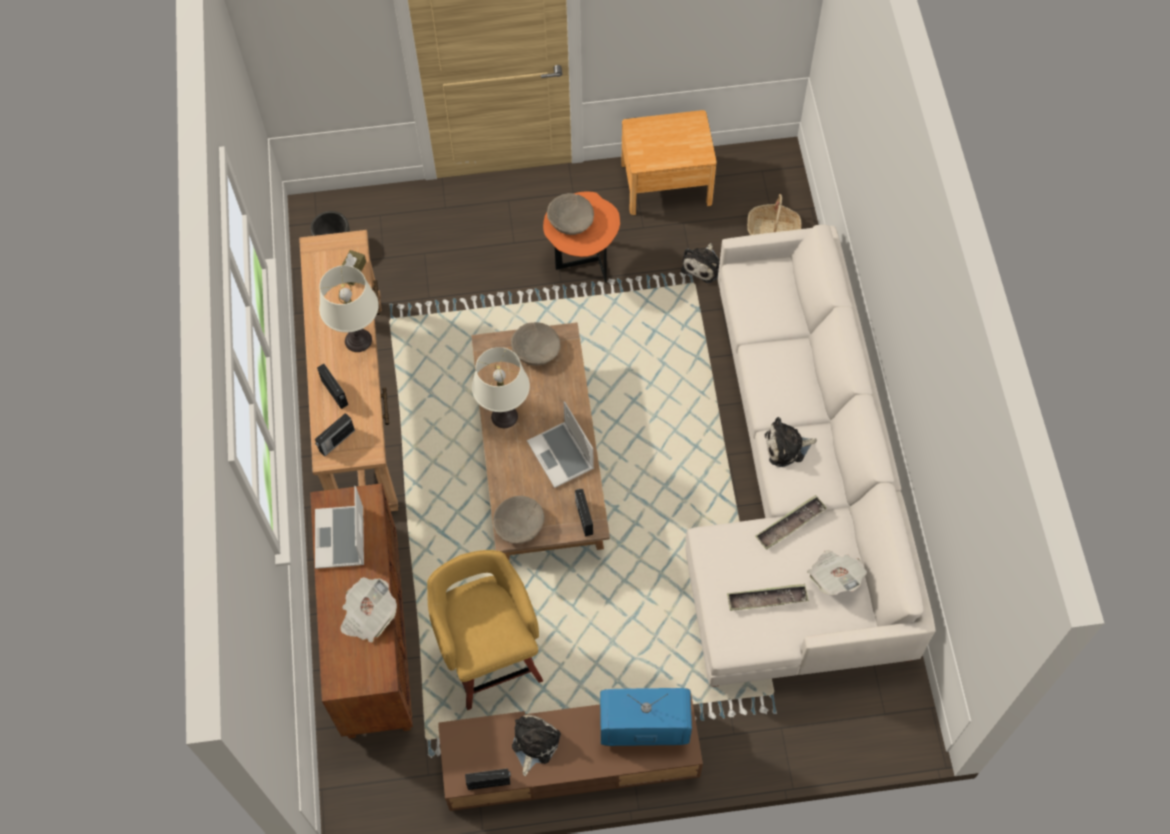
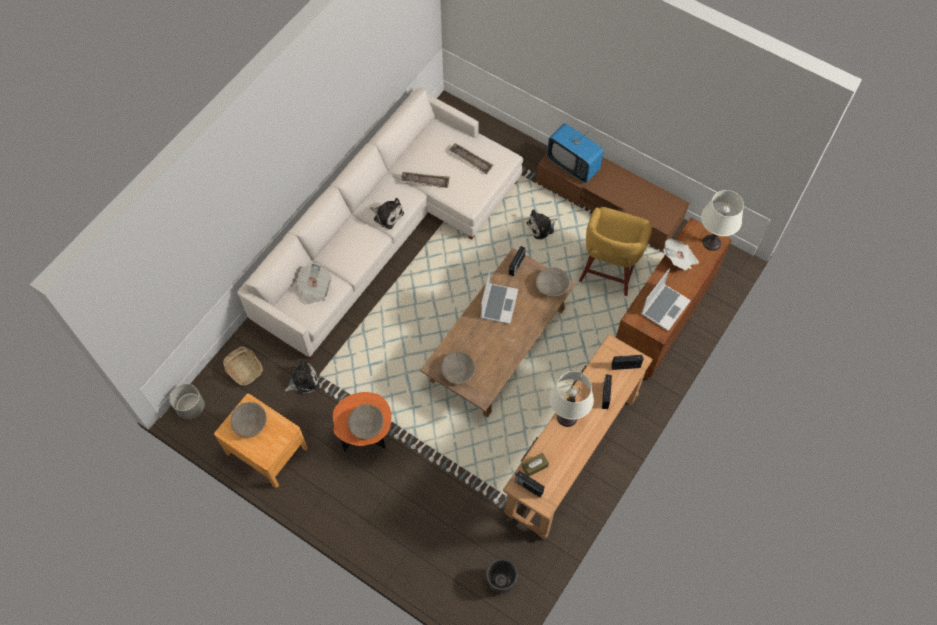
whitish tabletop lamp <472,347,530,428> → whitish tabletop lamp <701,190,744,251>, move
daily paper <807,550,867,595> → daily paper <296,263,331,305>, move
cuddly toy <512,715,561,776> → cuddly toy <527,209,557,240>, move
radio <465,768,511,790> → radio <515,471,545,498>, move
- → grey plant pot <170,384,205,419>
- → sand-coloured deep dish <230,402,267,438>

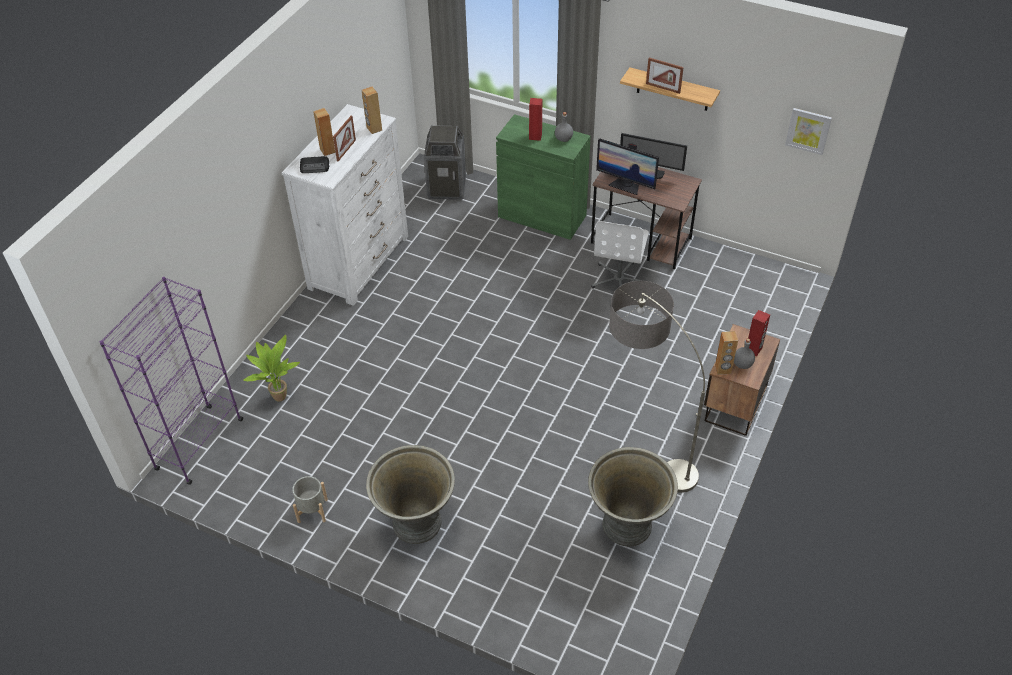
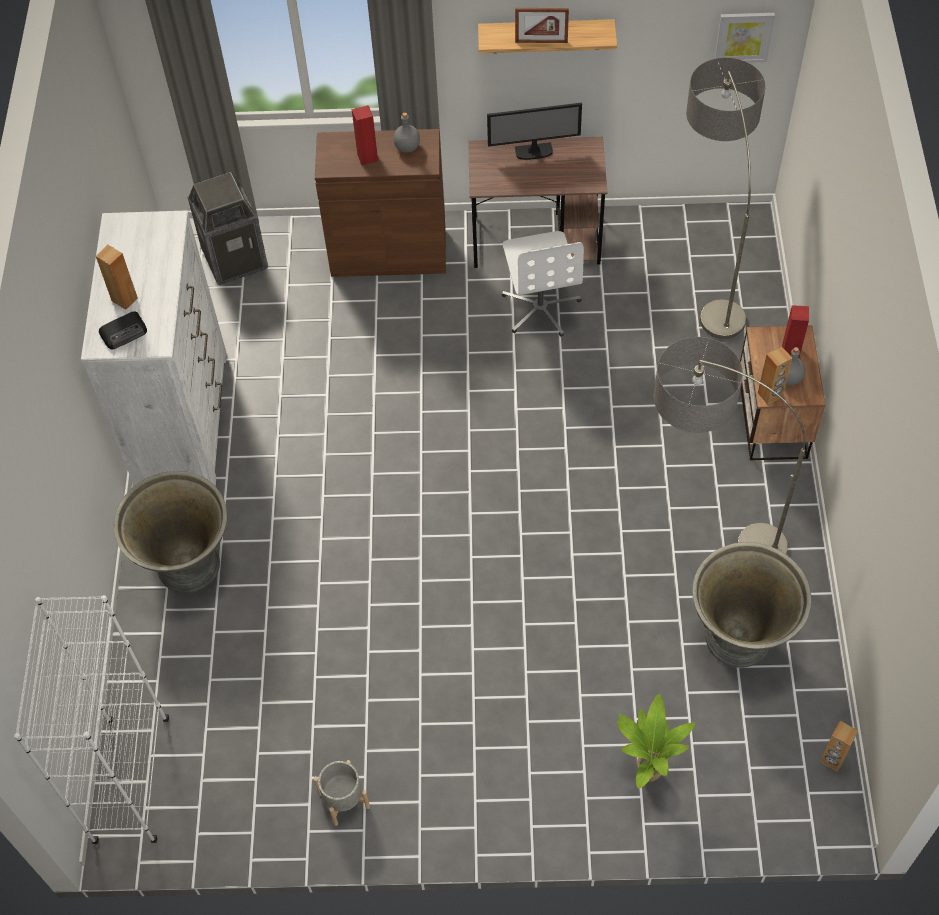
brown-coloured loudspeaker <362,87,382,134> → brown-coloured loudspeaker <820,721,858,772>, move
greenish storage cabinet <496,114,591,240> → brown-coloured storage cabinet <315,129,446,277>
standing frame <333,116,356,161> → -
monitor <596,139,659,195> → -
purple bookshelf <100,277,243,485> → whitish bookshelf <14,595,169,844>
plant in a pot <243,335,300,401> → plant in a pot <617,694,695,788>, move
grey plant pot <366,445,455,544> → grey plant pot <114,471,227,593>, move
- → standing lamp <686,58,766,339>

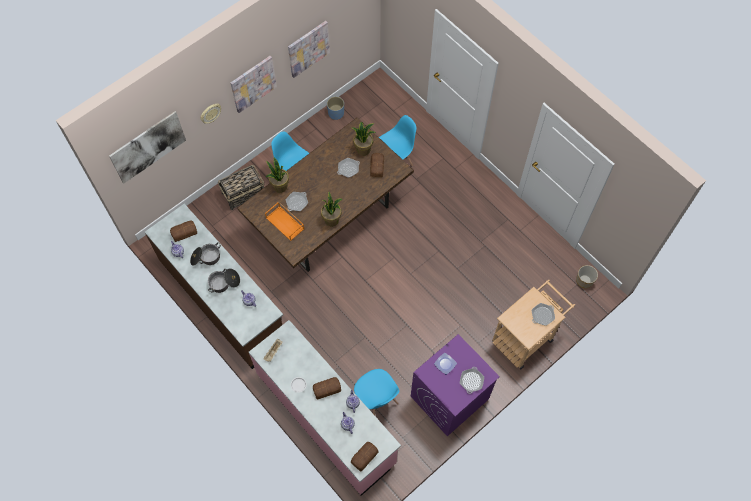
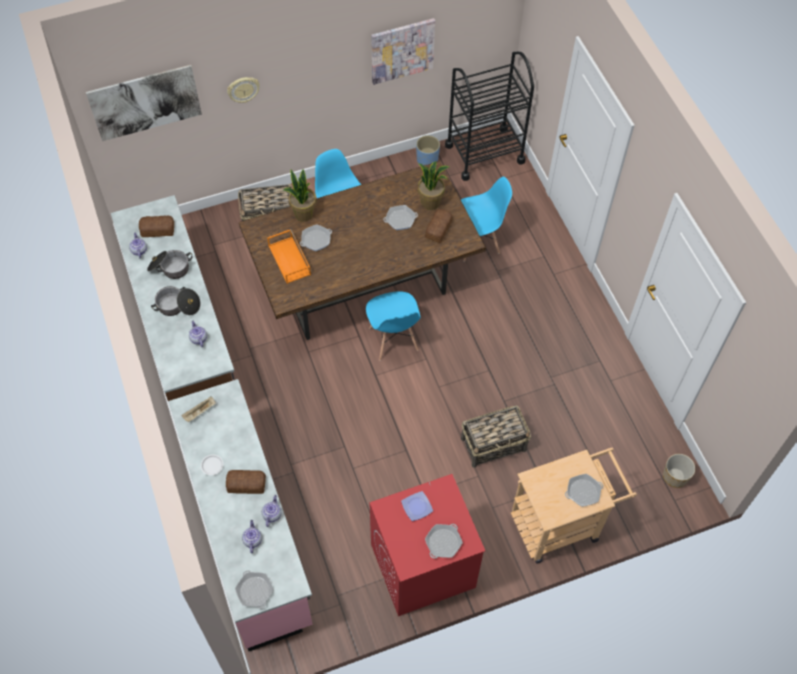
wall art <231,56,277,113> → -
plant in a pot <321,192,343,227> → -
purple washing machine <411,334,500,436> → red-coloured washing machine <369,474,485,616>
bluish plain chair <354,369,399,415> → bluish plain chair <366,291,421,361>, move
baked bread <351,442,379,471> → pan <235,570,273,609>
- → black trolley <445,52,534,181>
- → basket <461,406,531,468>

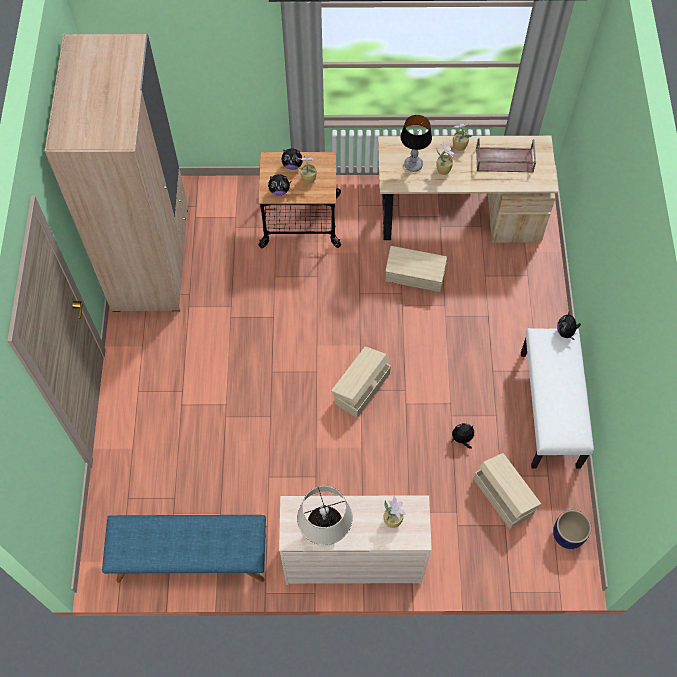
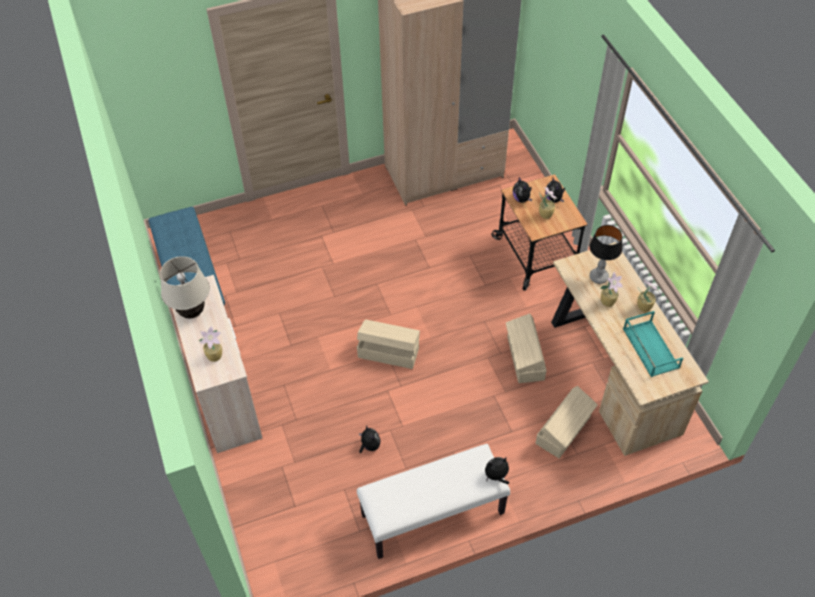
brown-coloured carrying tray <476,138,536,172> → turquoise carrying tray <623,311,683,377>
sand-coloured storage box <473,453,541,529> → sand-coloured storage box <536,386,598,458>, move
plant pot <553,510,591,549> → -

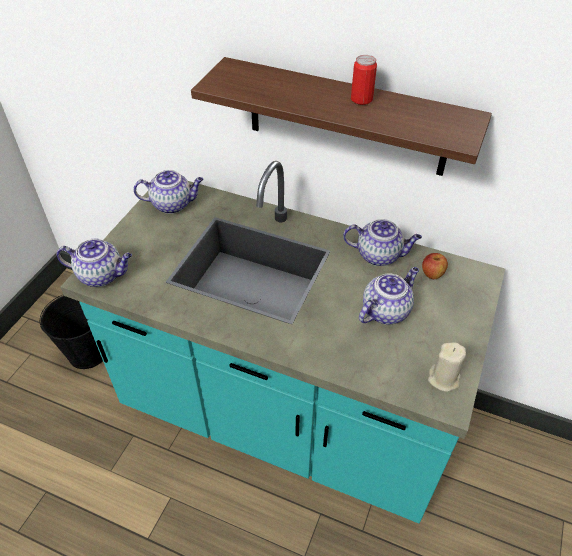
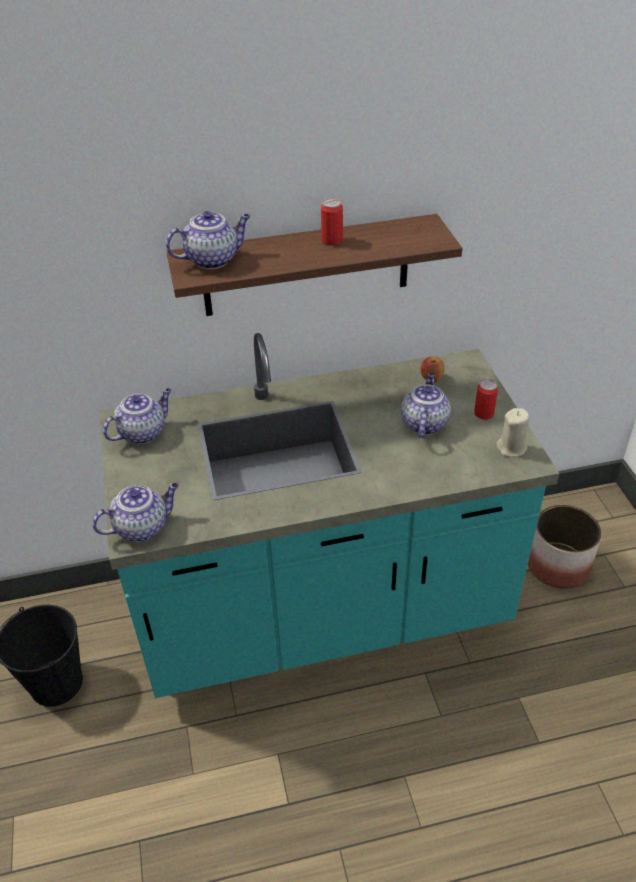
pot for tea <343,219,422,266> → pot for tea <166,211,250,269>, move
- → metal can <474,379,498,420>
- → plant pot <528,505,602,589>

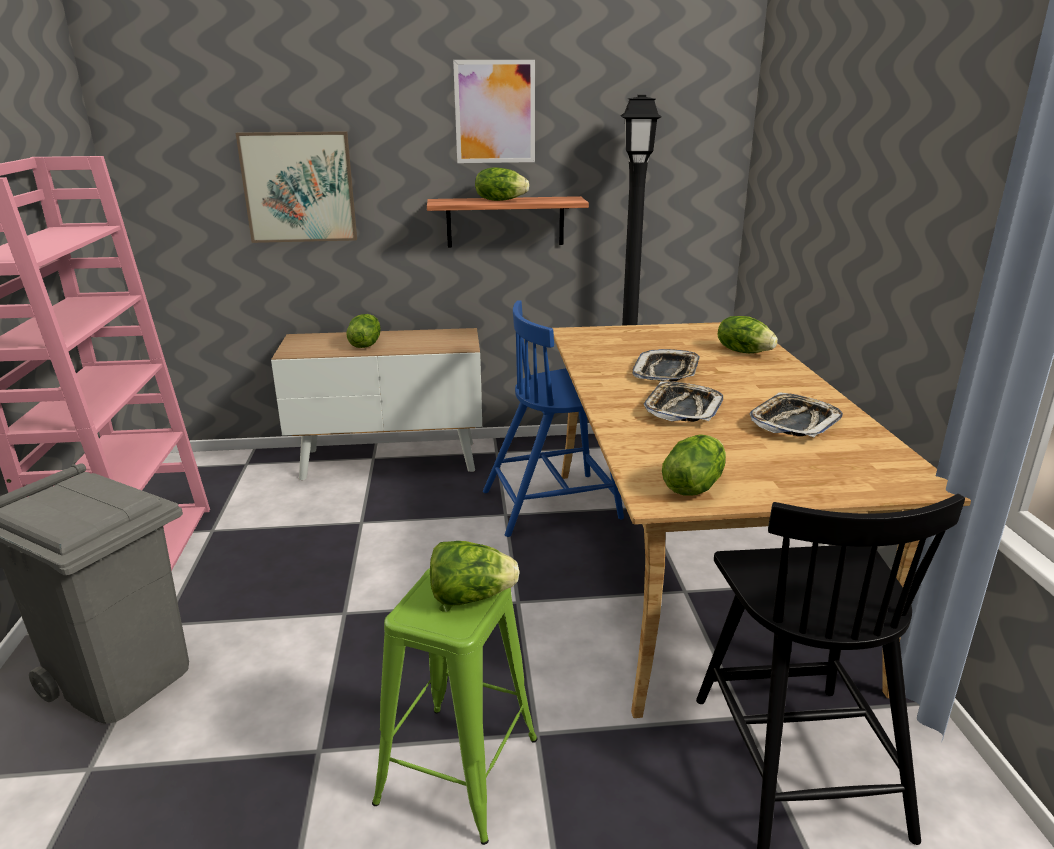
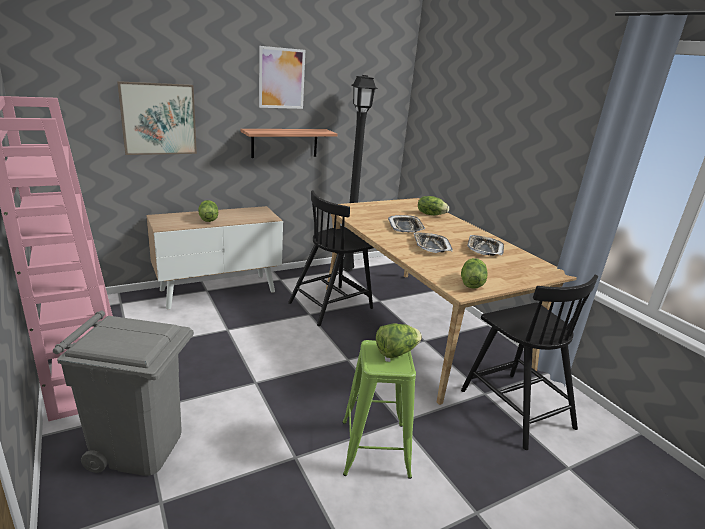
lettuce <475,167,529,201> → -
bluish plain chair <483,300,624,537> → black plain chair <288,190,374,326>

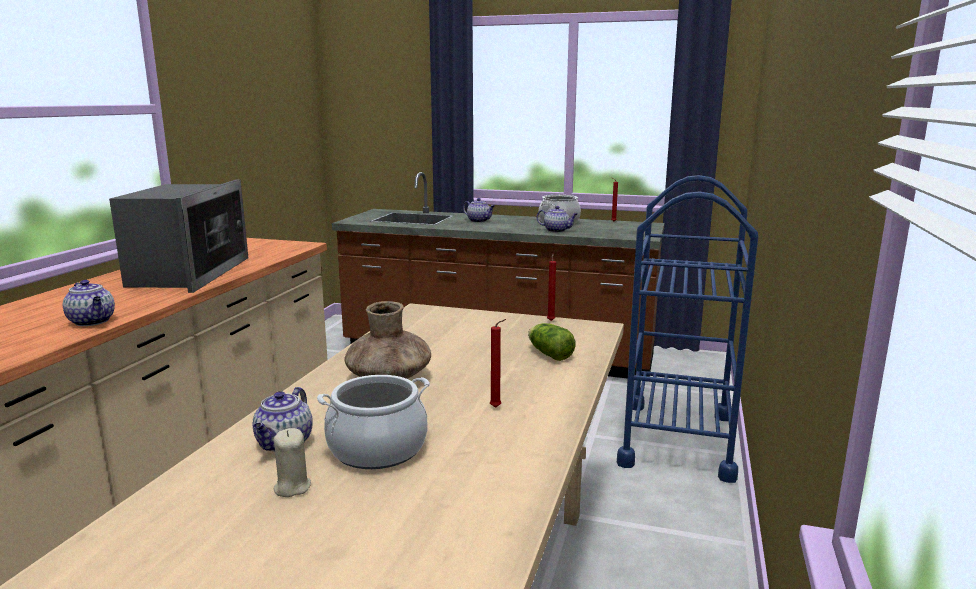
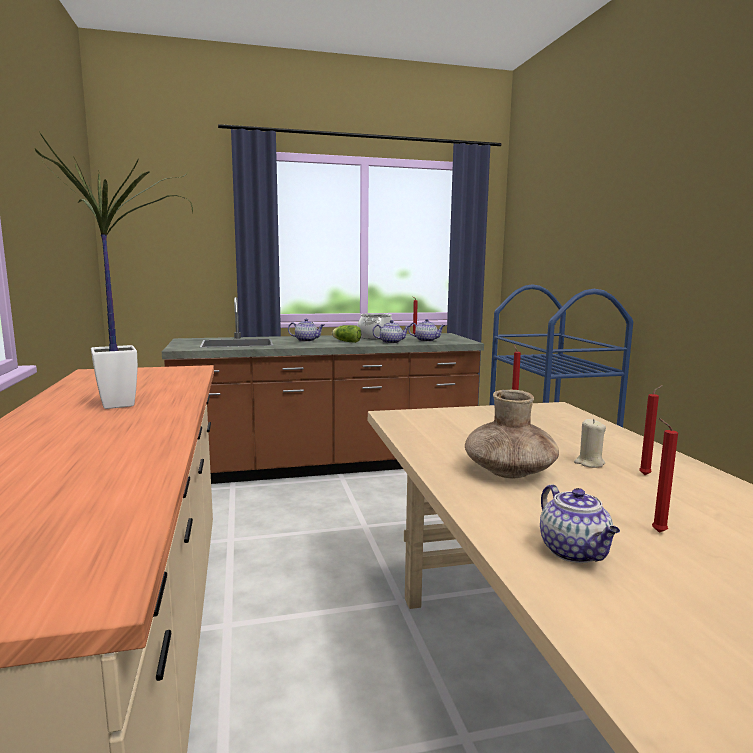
microwave <109,179,248,293> → plant in a pot <35,133,193,409>
pot for tea <63,280,115,326> → pot for tea <408,319,445,342>, move
lettuce <528,323,576,361> → lettuce <332,325,361,343>, move
cooking pot <317,375,430,469> → red-coloured candle <652,418,678,533>
sand-coloured candle <274,428,311,497> → sand-coloured candle <574,419,606,468>, move

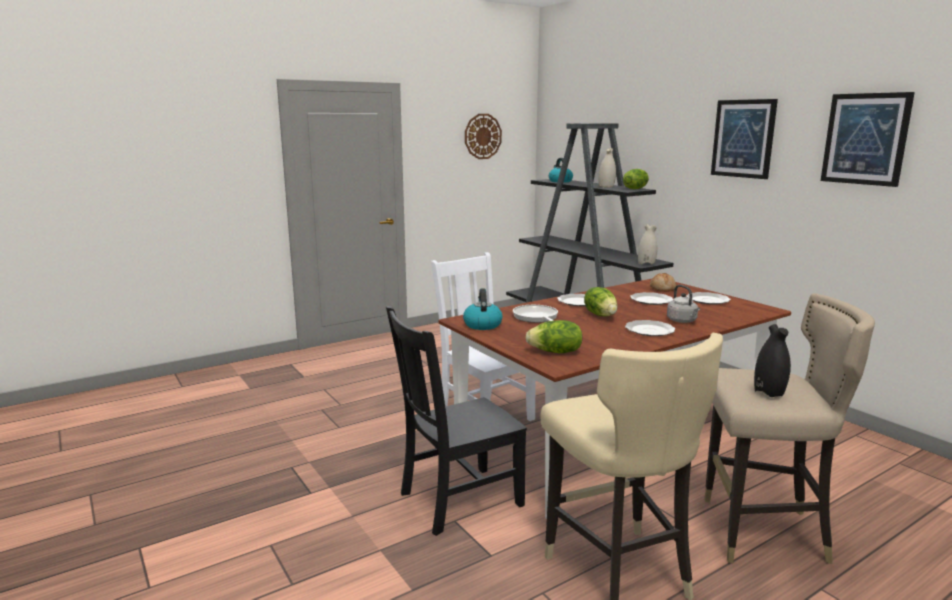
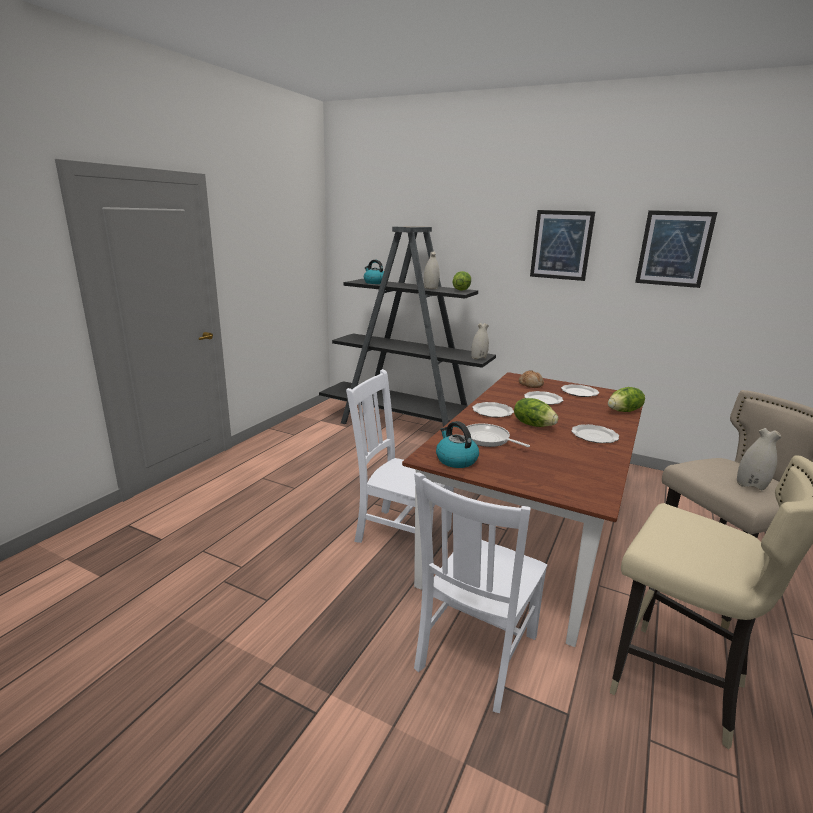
clock on the wall <465,114,502,159> → -
grey tea kettle <667,285,700,323> → -
black plain chair <386,306,527,536> → whitish plain chair <414,472,547,713>
lettuce <525,320,582,353> → lettuce <608,387,645,412>, move
black decorative vase <754,324,791,397> → whitish decorative vase <737,428,782,491>

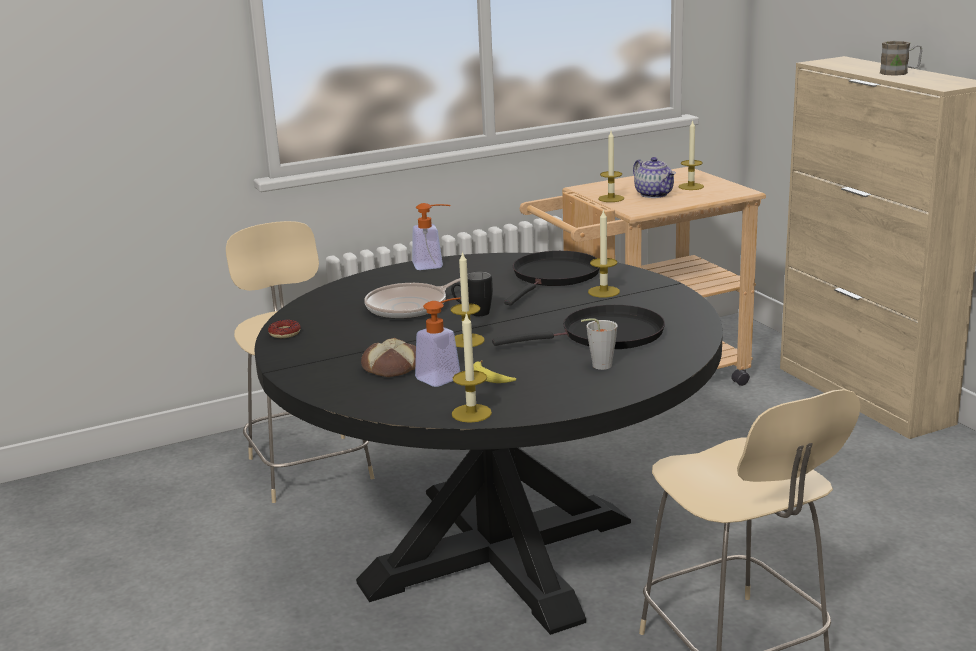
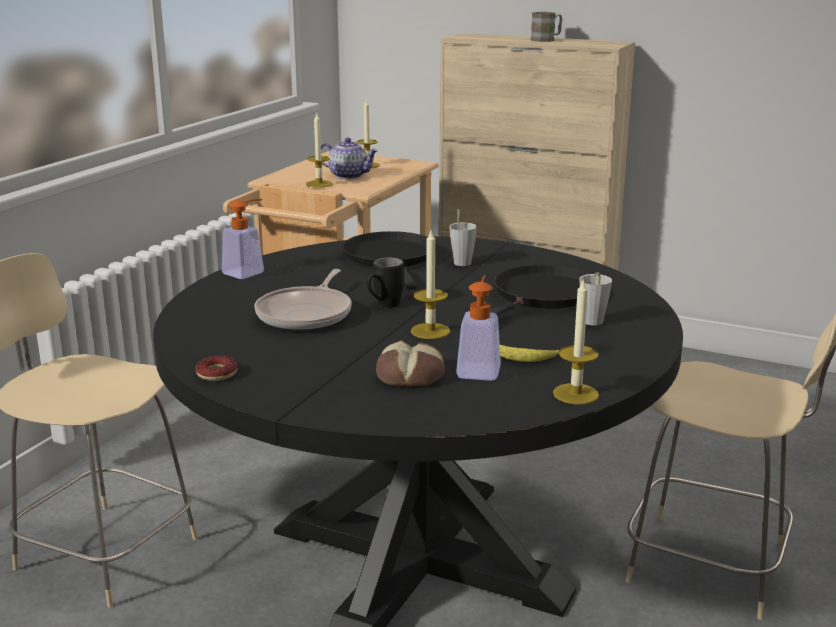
candle <588,209,620,298> → grey cup <449,209,477,266>

